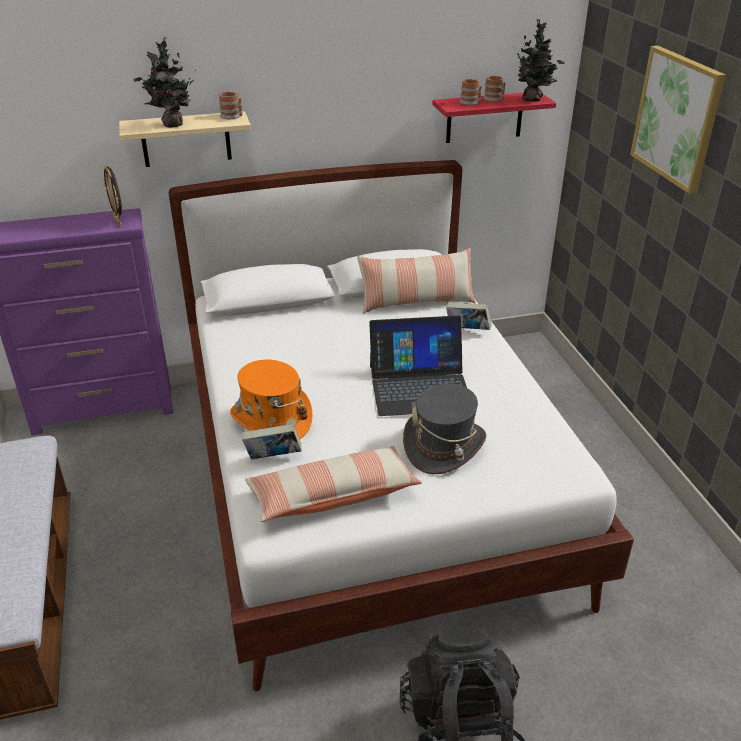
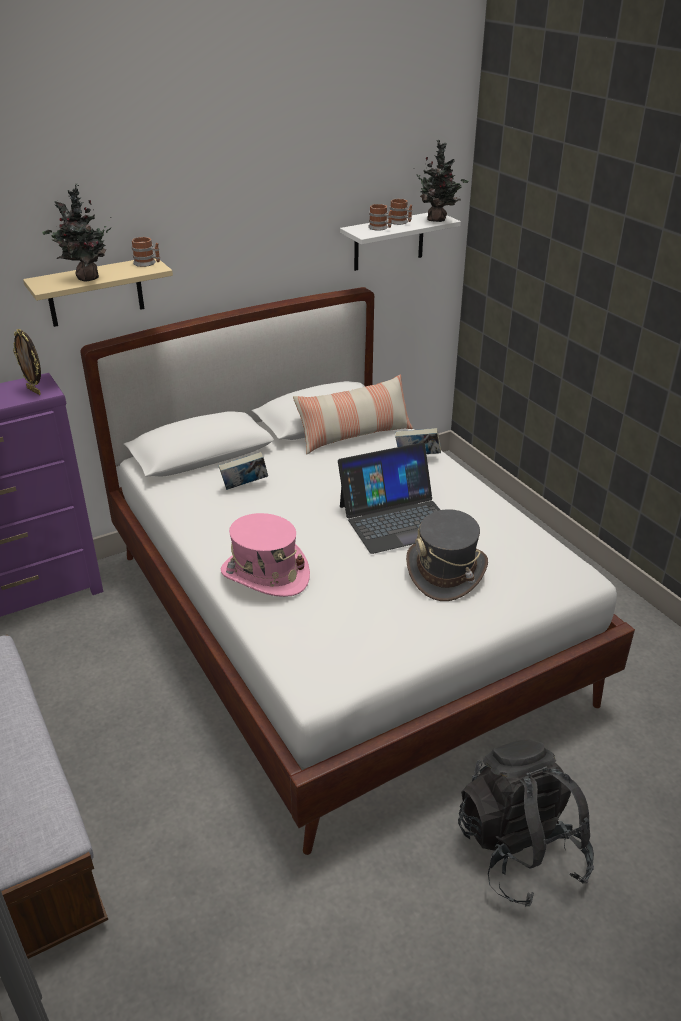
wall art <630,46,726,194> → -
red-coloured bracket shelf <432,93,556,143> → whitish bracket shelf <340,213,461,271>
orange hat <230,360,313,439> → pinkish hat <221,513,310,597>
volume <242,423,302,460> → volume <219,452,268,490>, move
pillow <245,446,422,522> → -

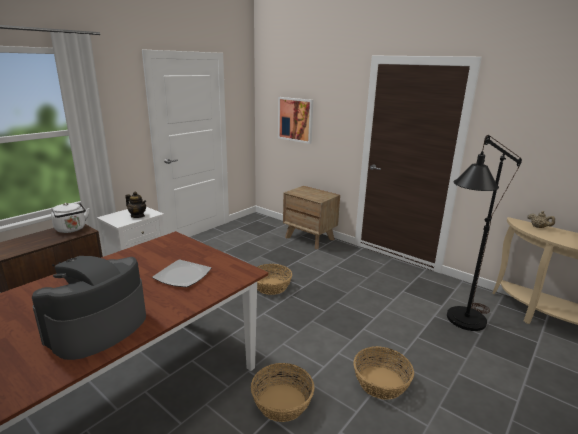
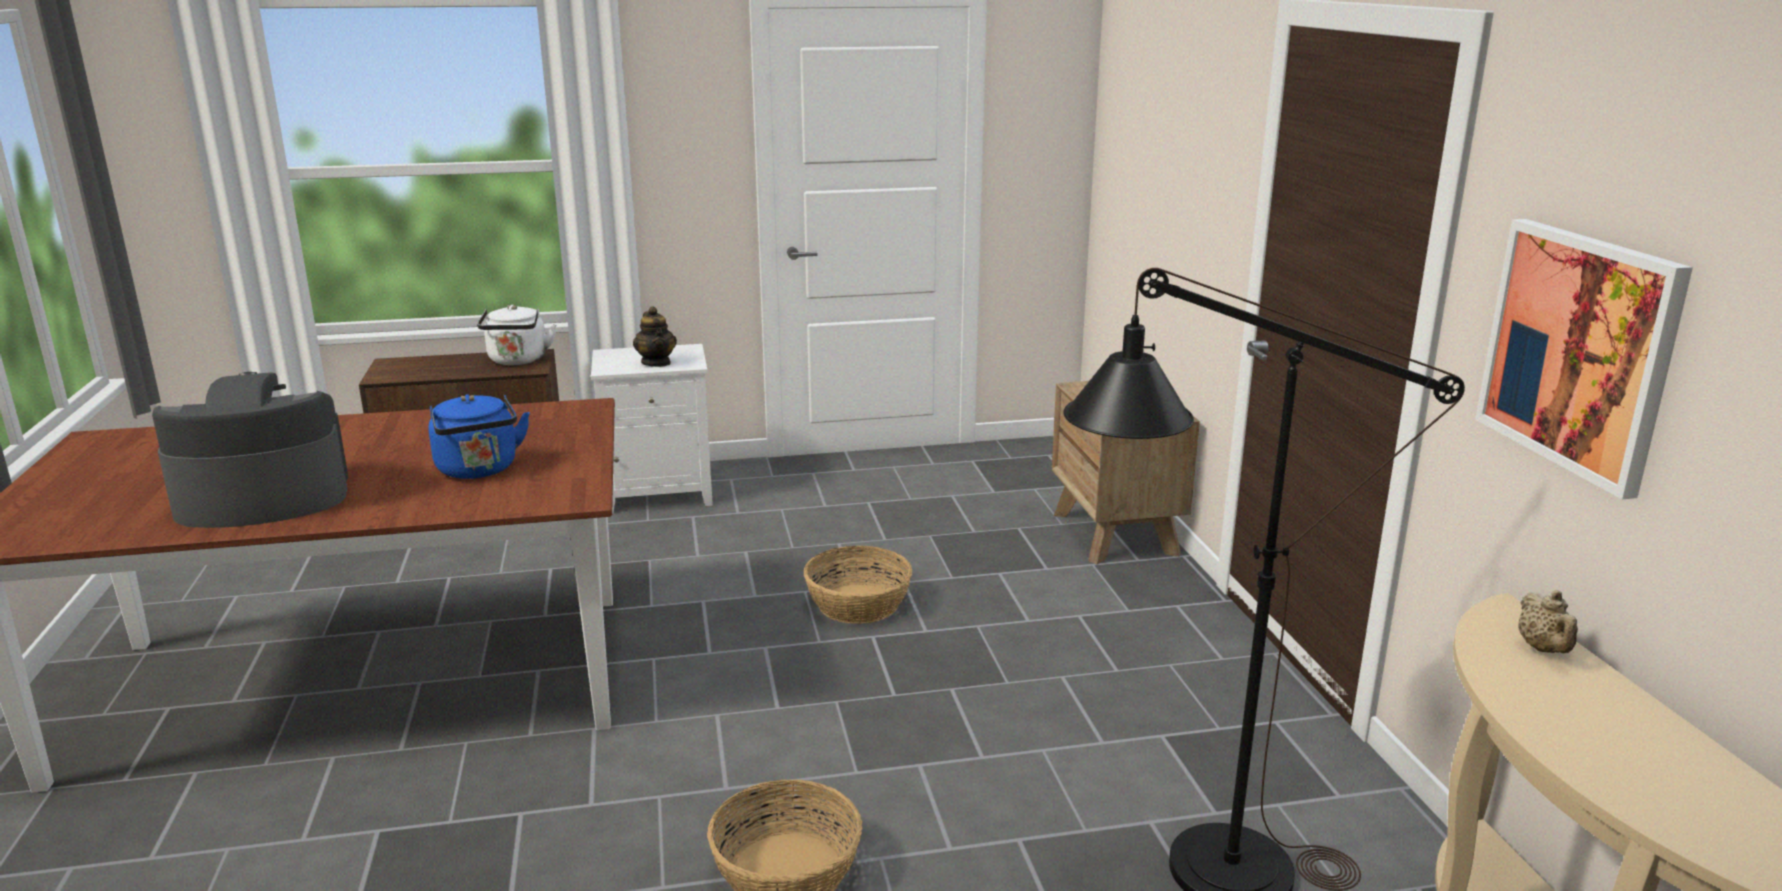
wall art <278,97,313,144> → wall art <1475,219,1693,499>, move
dinner plate <152,259,211,287> → bluish tea kettle <428,394,530,479>
basket <251,363,314,422> → -

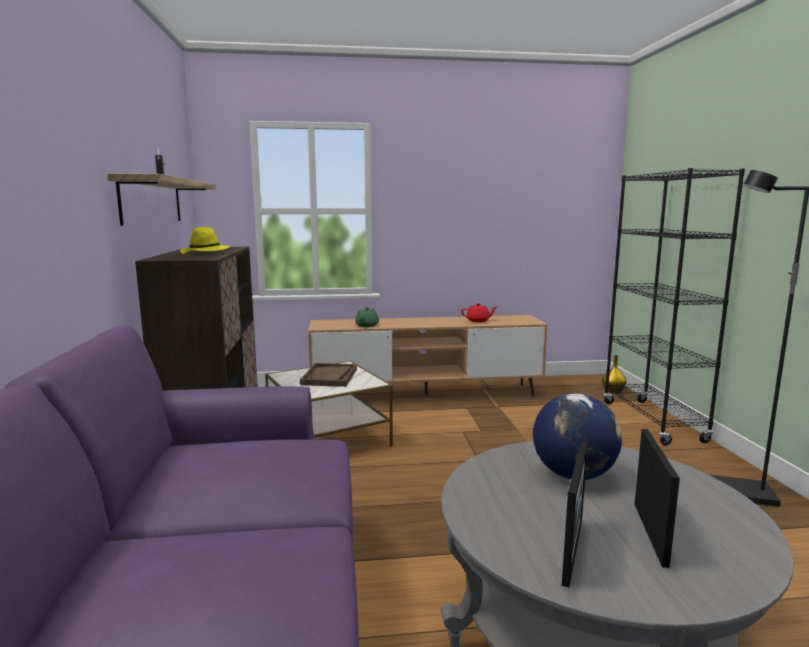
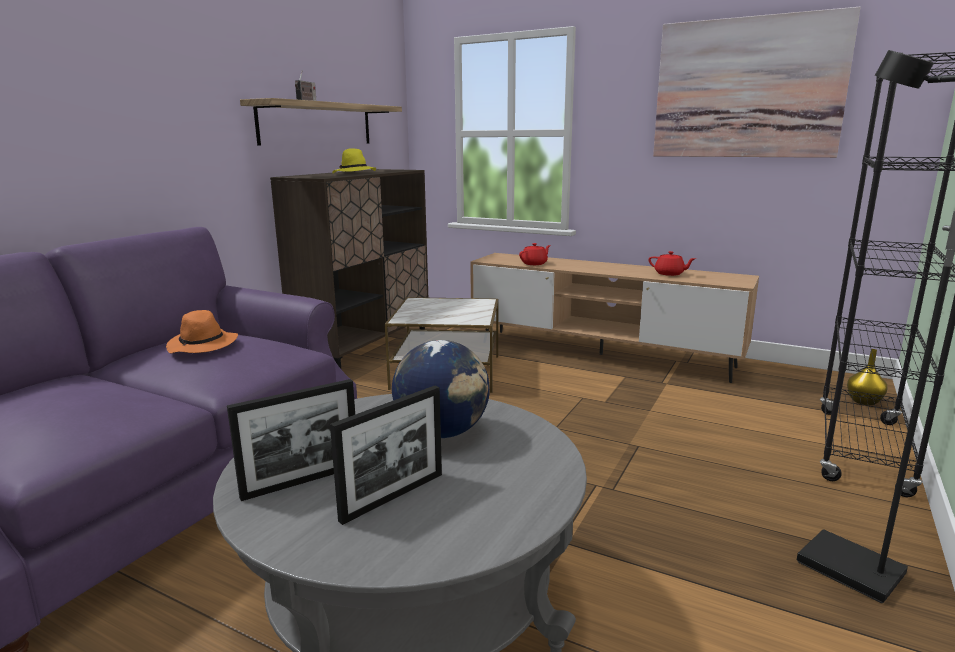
greenish pot for tea <355,307,379,327> → red-coloured pot for tea <519,243,551,265>
brown-coloured carrying tray <300,363,357,387> → -
- → wall art <653,7,861,158>
- → orange hat <166,310,238,353>

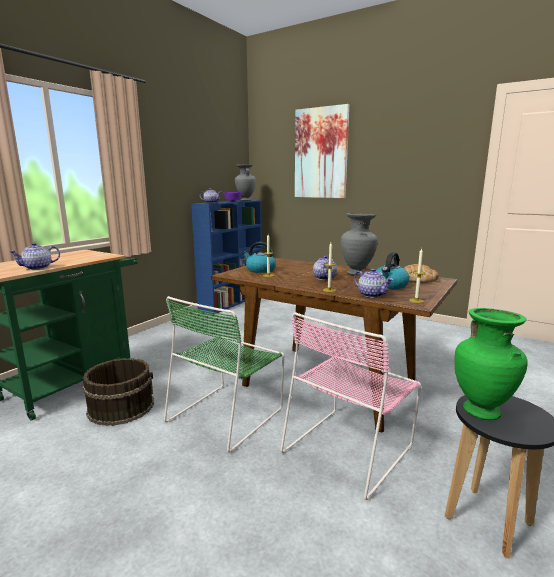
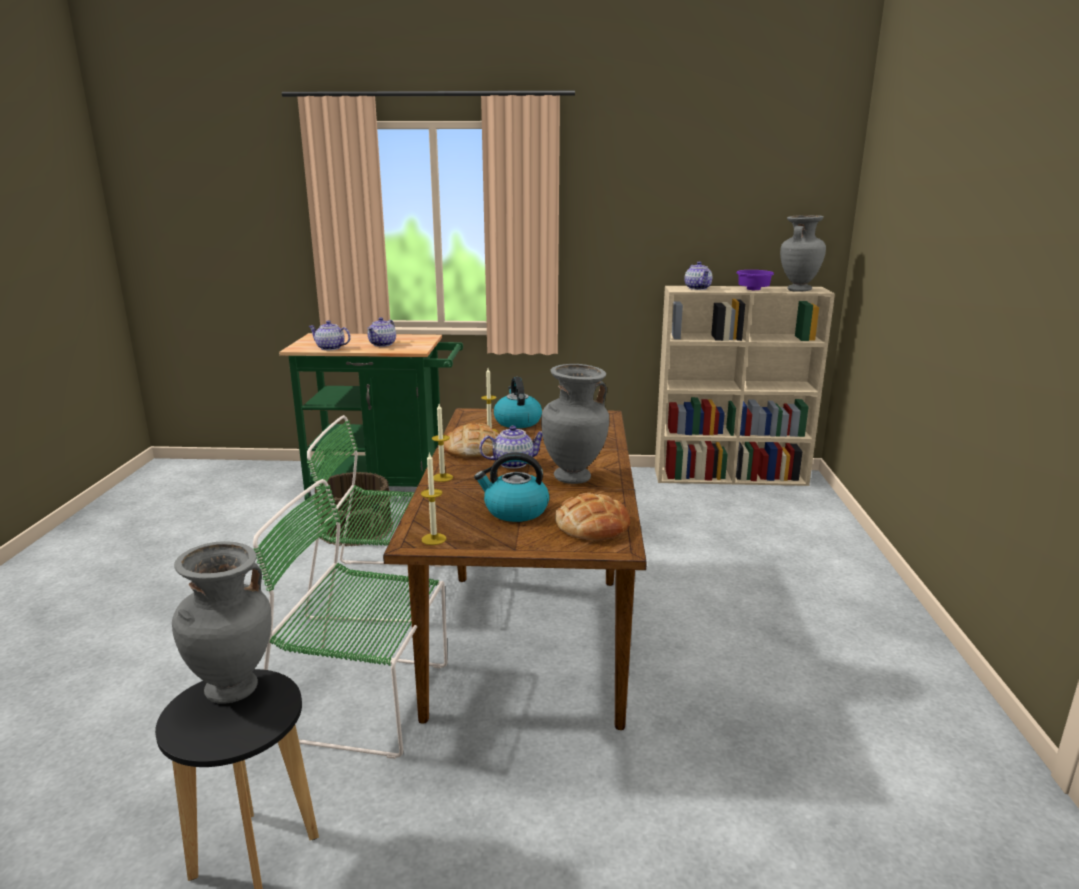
wall art <295,104,349,198> → -
bluish bookshelf <191,200,262,314> → sand-coloured bookshelf <655,286,835,486>
pot for tea <354,268,394,298> → pot for tea <367,317,396,347>, move
greenish decorative vase <454,308,528,420> → grey decorative vase <172,541,271,704>
pinkish plain chair <280,312,421,500> → greenish plain chair <253,479,447,759>
- → baked bread <444,423,499,458>

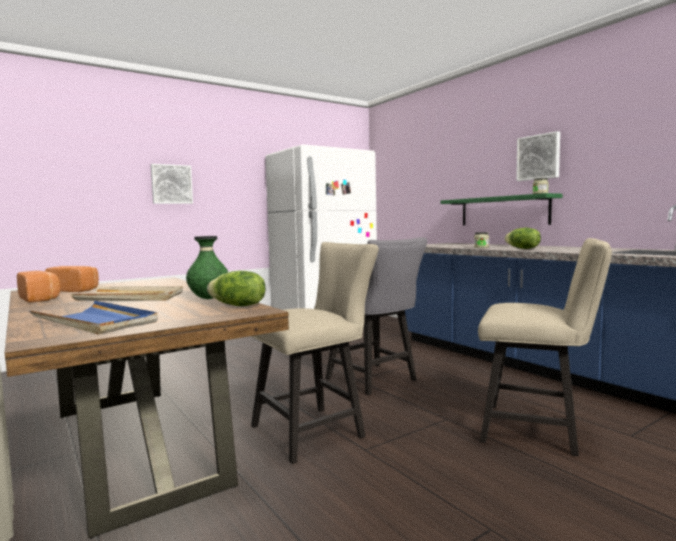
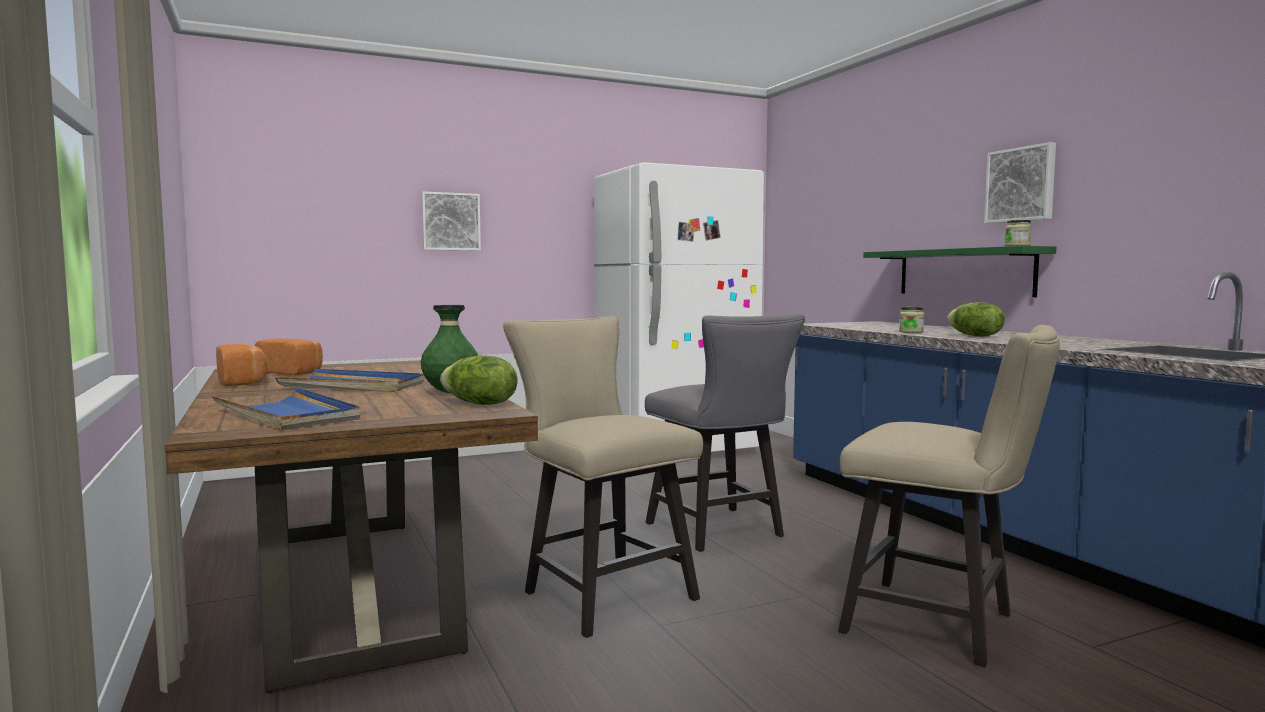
sand-coloured plain chair <251,242,379,464> → sand-coloured plain chair <503,316,703,638>, 105 degrees counterclockwise
sand-coloured carrying tray <71,286,183,301> → bluish carrying tray <275,369,424,392>

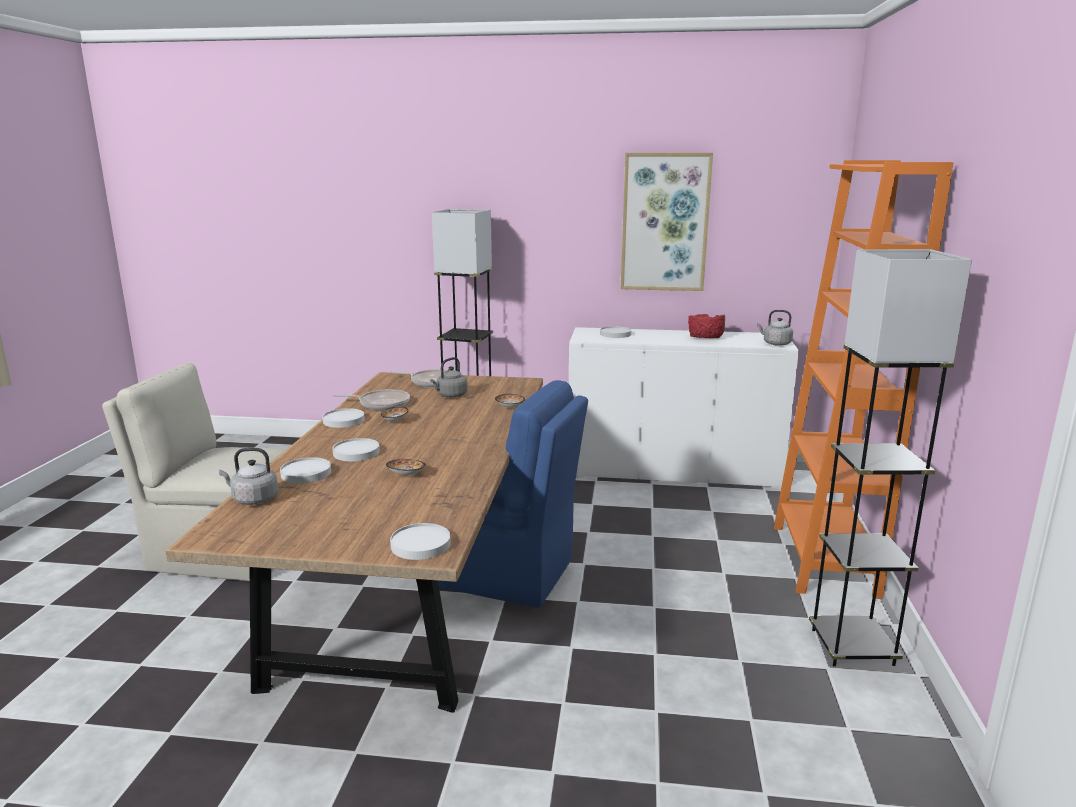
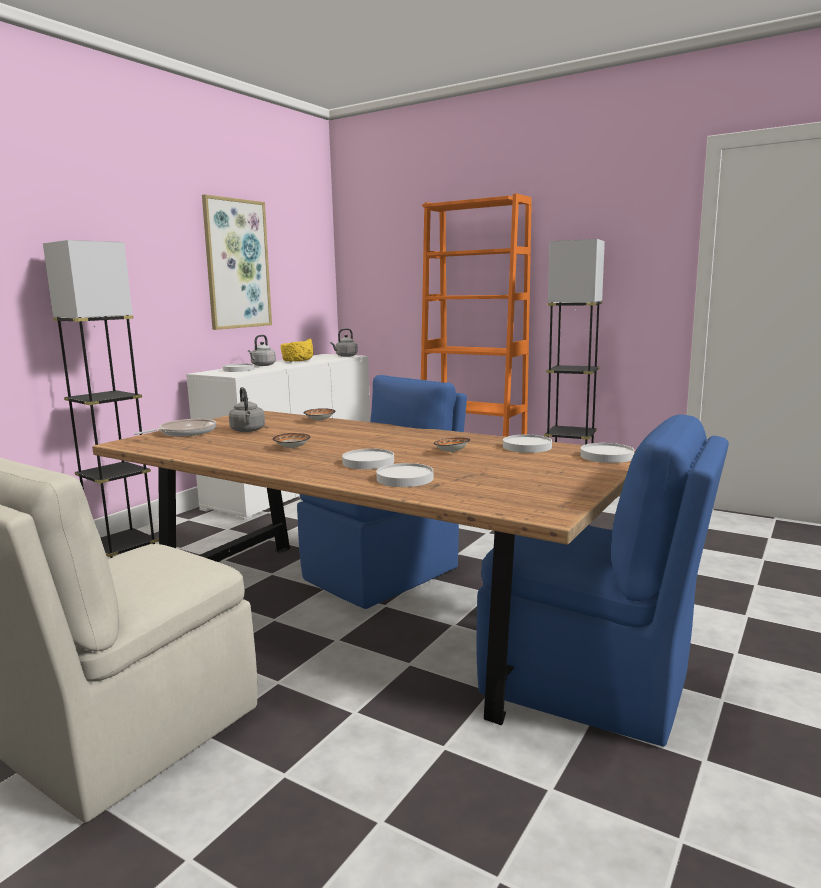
red-coloured deep dish <688,314,725,338> → yellowish deep dish <281,339,313,362>
pan <333,389,410,410> → -
whitish dinner plate <323,408,365,428> → whitish dinner plate <503,435,552,453>, move
grey tea kettle <219,448,278,505> → grey tea kettle <248,335,276,366>, move
- → bluish plain chair <477,414,729,746>

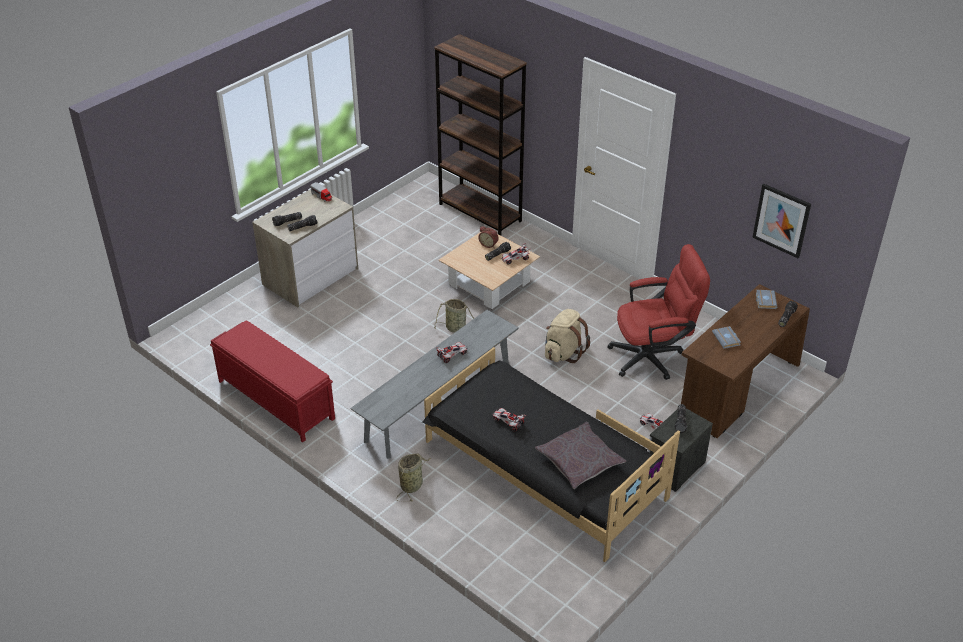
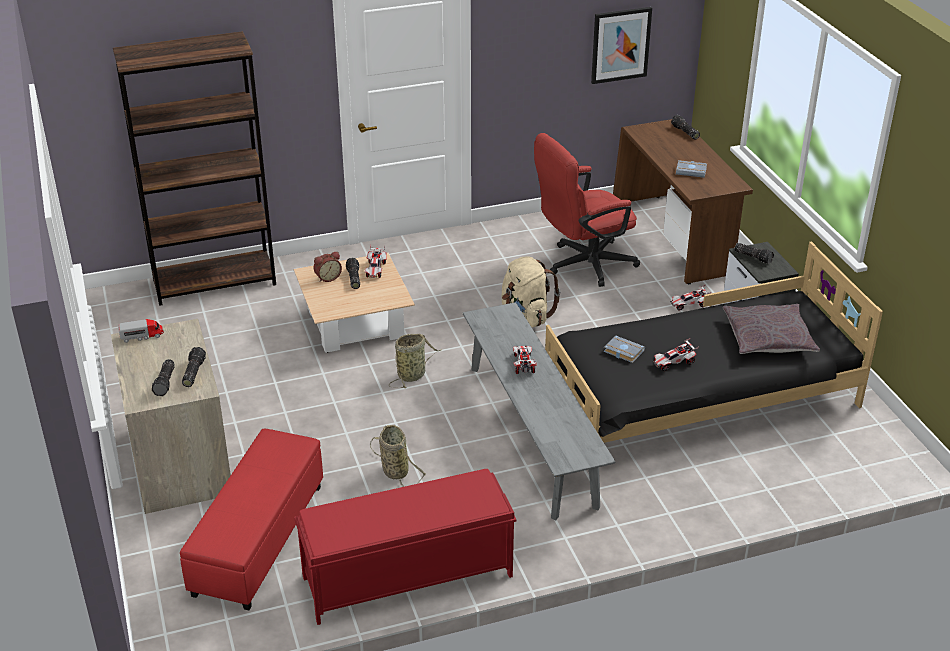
red-coloured computer chair <607,244,710,380> → red-coloured computer chair <534,133,640,287>, 135 degrees counterclockwise
grey volume <756,290,777,309> → grey volume <604,336,645,363>, move
basket <396,453,431,502> → basket <370,425,426,487>, move
- → red-coloured footrest <180,429,323,610>

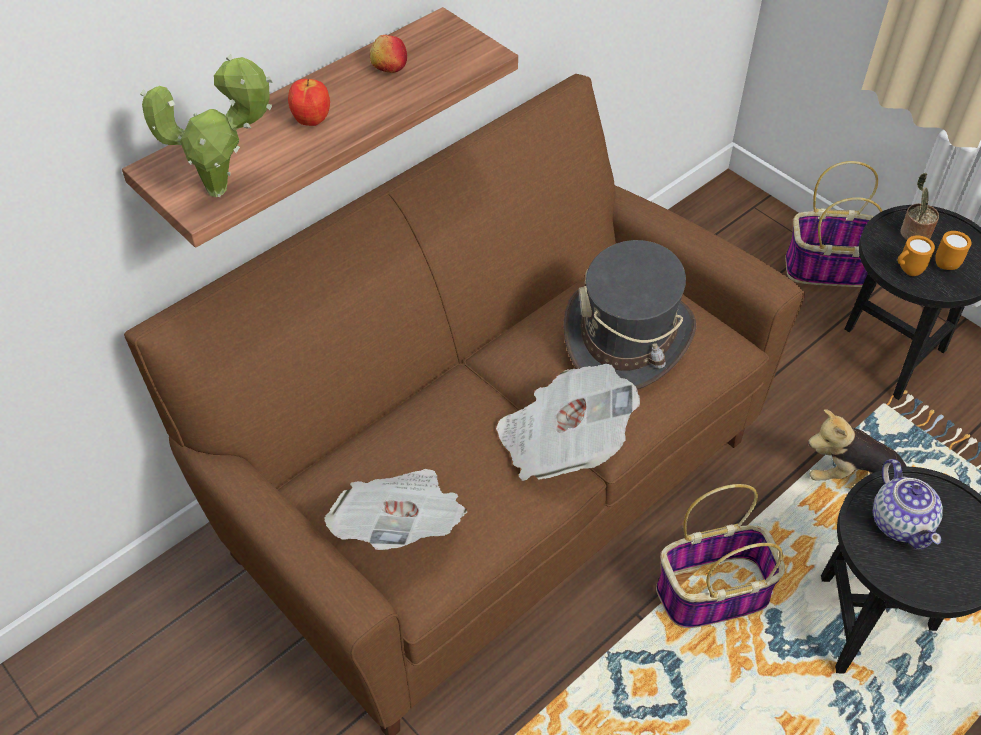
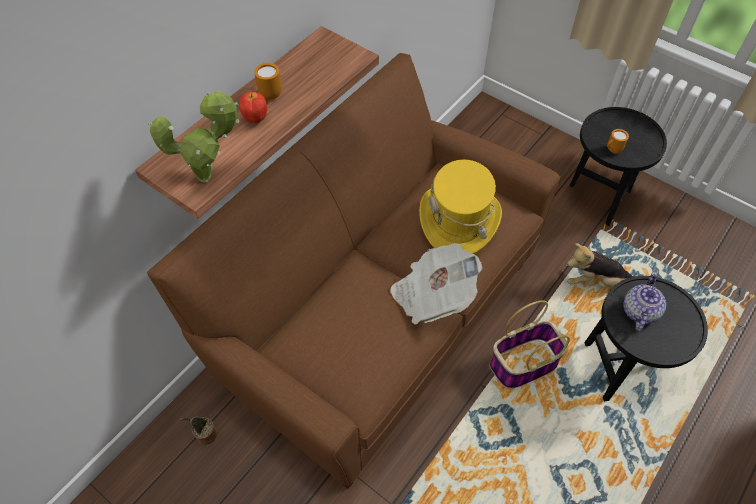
whole apple <370,35,407,73> → -
basket <785,161,882,287> → -
plant in a pot <900,173,939,240> → plant in a pot <179,416,217,445>, move
orange tea mug <935,231,971,270> → orange tea mug <254,63,282,99>, move
grey hat <563,240,696,390> → yellowish hat <419,159,502,254>
pot for tea <873,459,943,550> → pot for tea <623,272,666,331>, 135 degrees counterclockwise
daily paper <324,469,467,550> → -

